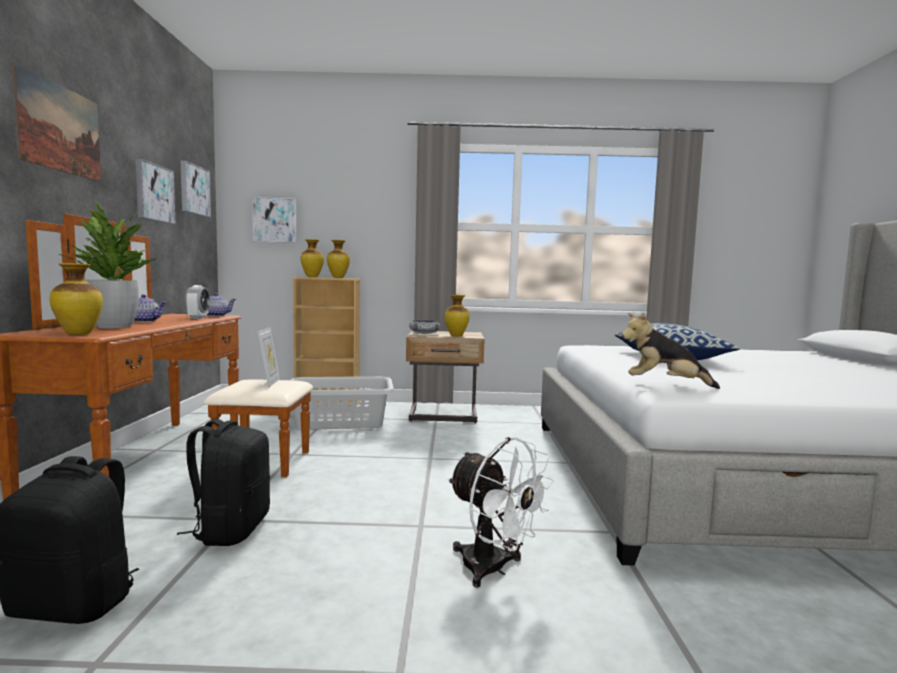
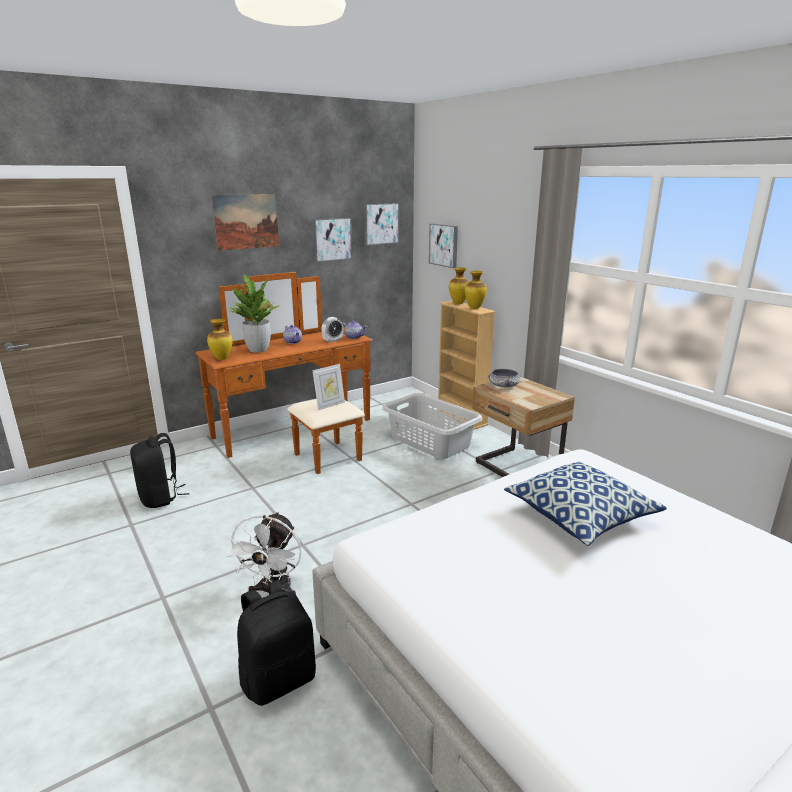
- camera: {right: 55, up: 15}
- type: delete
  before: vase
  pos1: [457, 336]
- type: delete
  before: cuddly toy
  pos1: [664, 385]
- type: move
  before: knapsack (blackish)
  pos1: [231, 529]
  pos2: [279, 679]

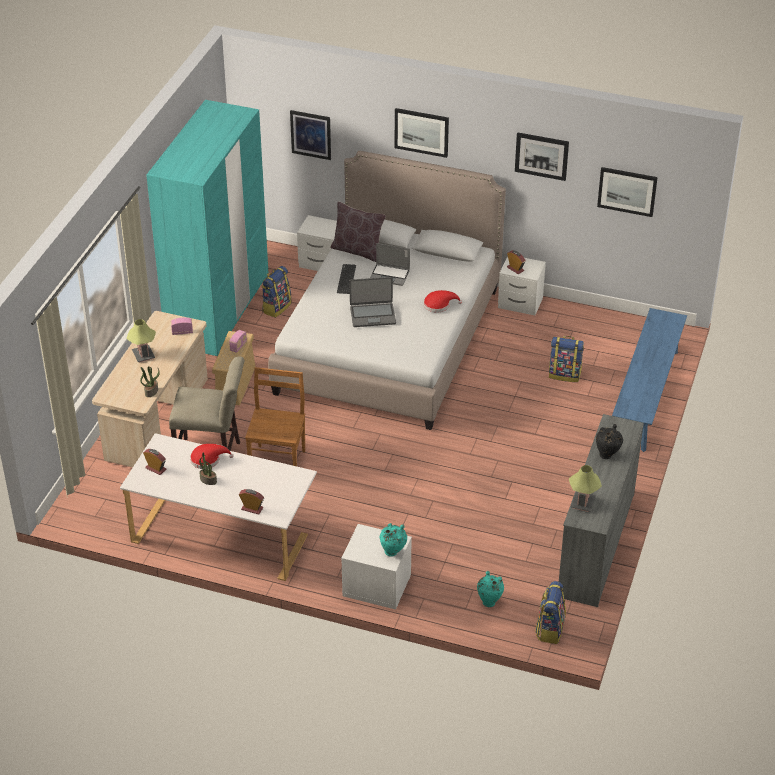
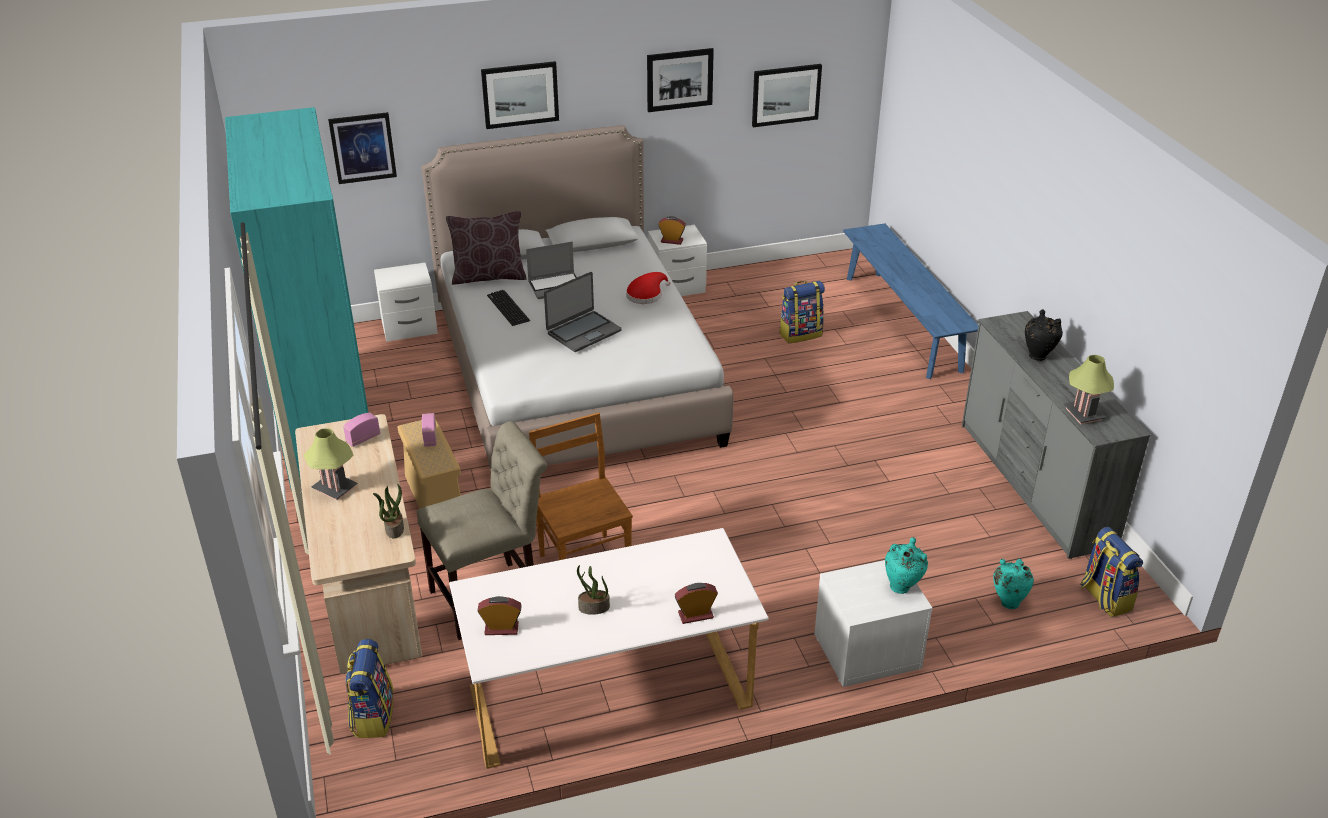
- camera: {right: -35, up: -5}
- type: delete
  before: wearable hat (red-coloured)
  pos1: [208, 459]
- type: move
  before: knapsack
  pos1: [276, 307]
  pos2: [372, 716]

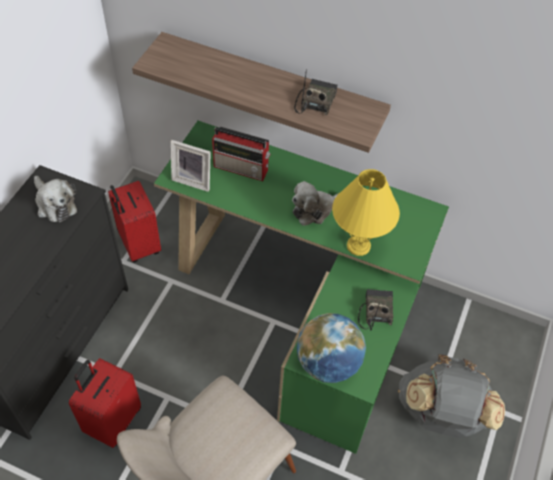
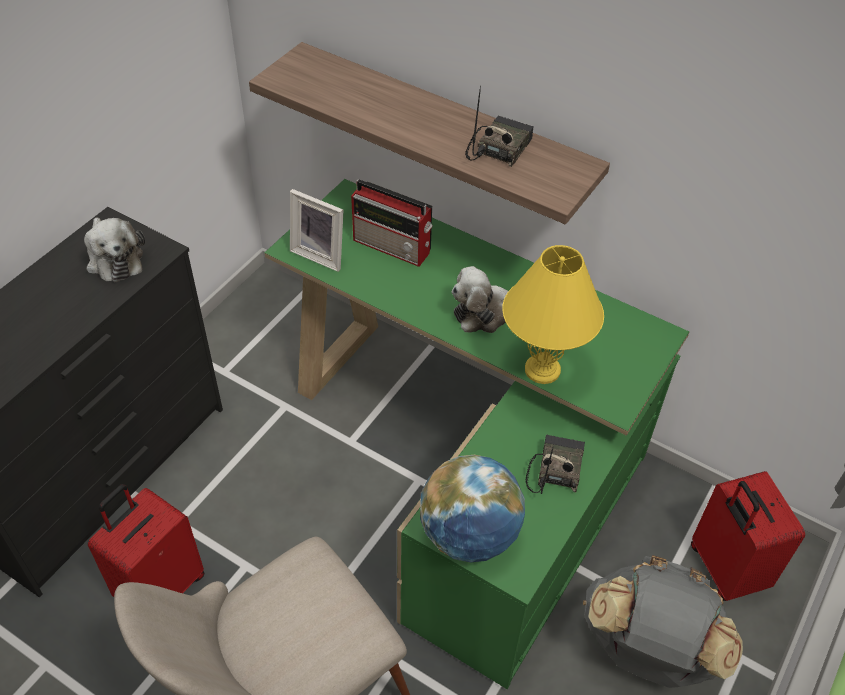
- camera: {right: 10, up: -5}
- type: move
  before: suitcase (red-coloured)
  pos1: [138, 245]
  pos2: [724, 569]

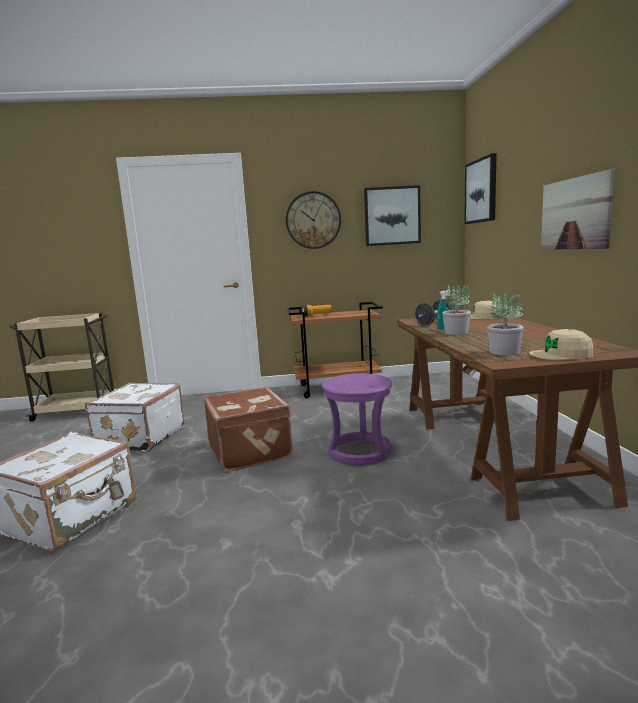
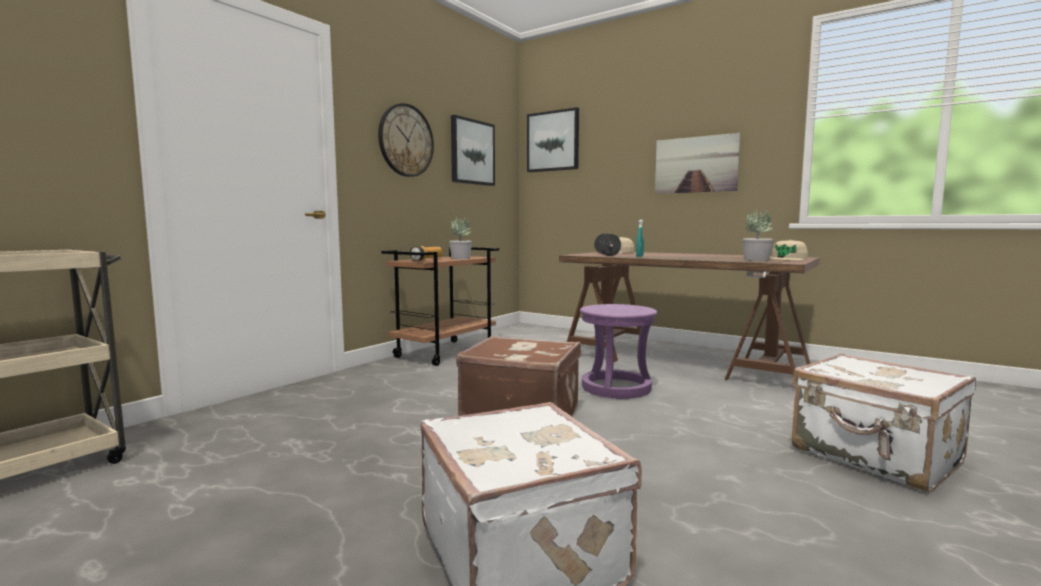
- camera: {right: -50, up: -5}
- type: move
  before: suitcase (whitish)
  pos1: [139, 438]
  pos2: [875, 457]
- type: move
  before: houseplant
  pos1: [456, 332]
  pos2: [461, 258]

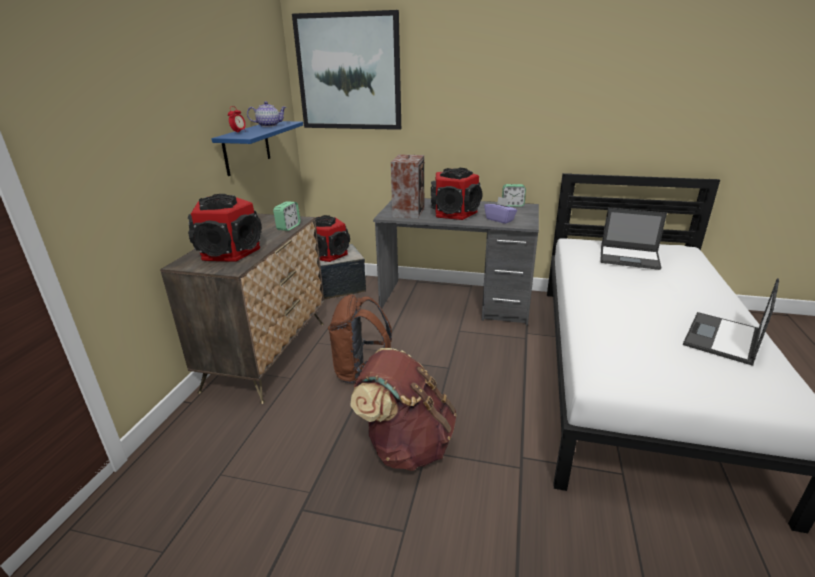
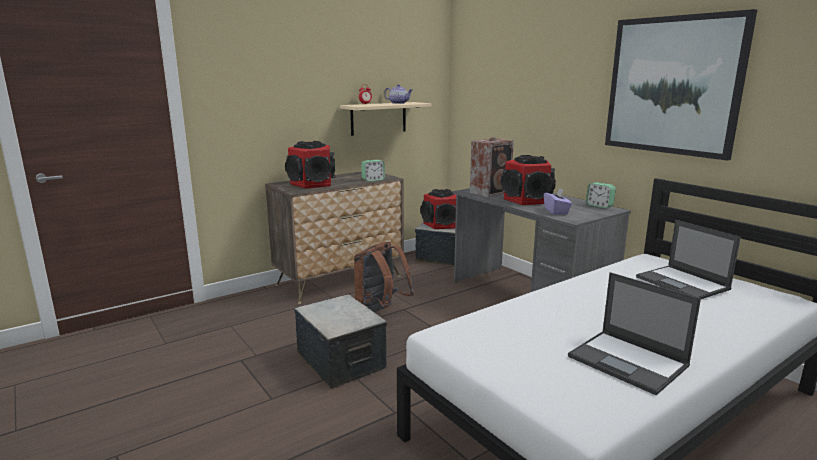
- camera: {right: 40, up: -10}
- type: move
  before: wall picture
  pos1: [349, 72]
  pos2: [673, 86]
- type: replace
  before: knapsack (brownish)
  after: storage container
  pos1: [406, 445]
  pos2: [341, 361]
- type: recolor
  before: shelf (blue)
  after: shelf (beige)
  pos1: [247, 147]
  pos2: [378, 118]
- type: rotate
  before: notebook computer
  pos1: [722, 338]
  pos2: [629, 362]
  turn: -120

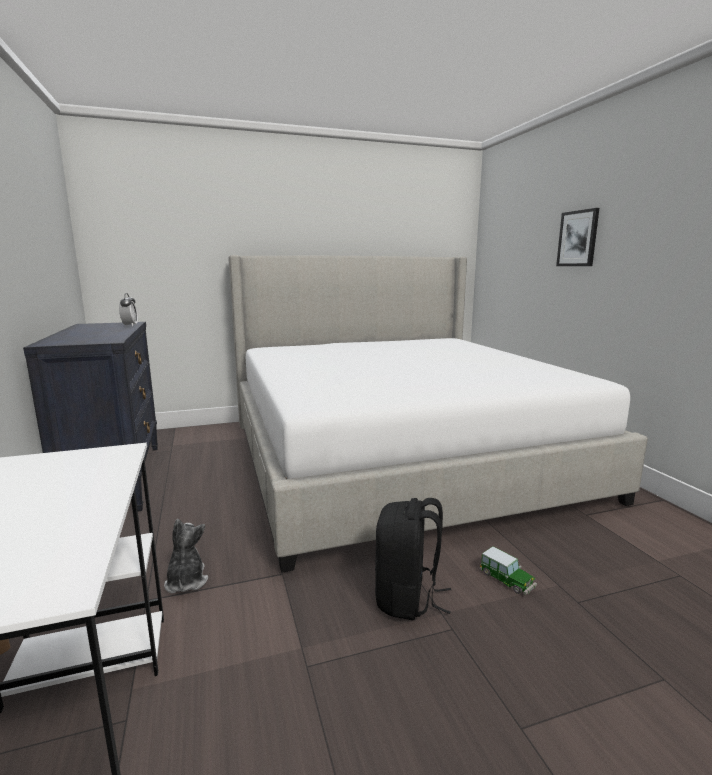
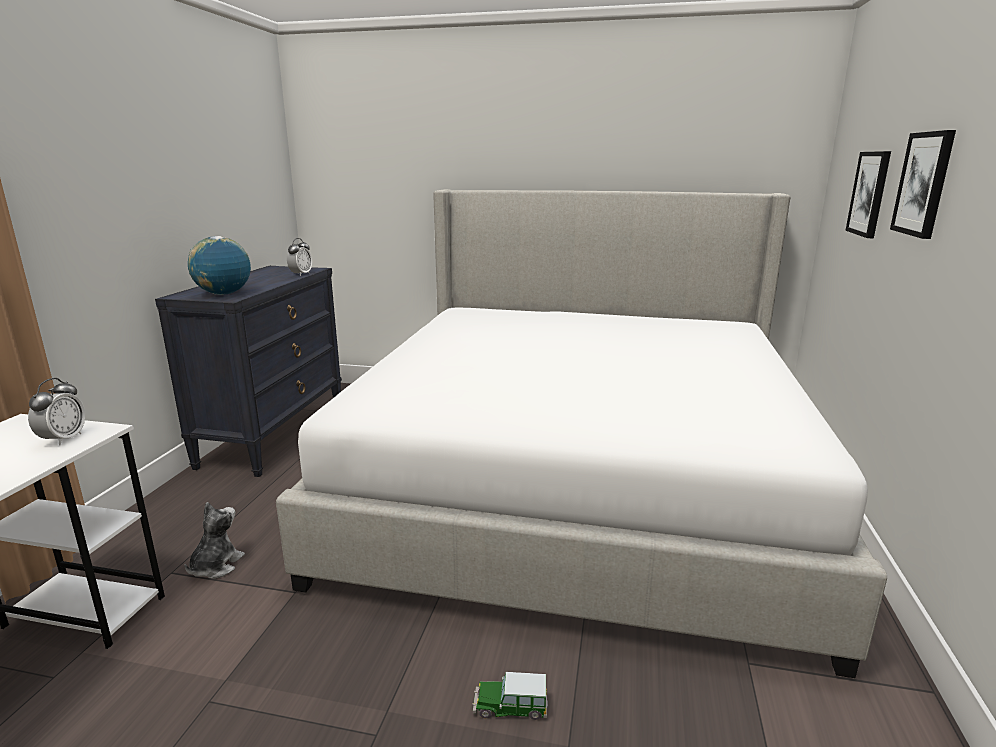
- camera: {right: 30, up: 5}
- type: delete
  before: knapsack (blackish)
  pos1: [407, 598]
- type: insert
  after: table clock
  pos2: [63, 439]
- type: insert
  after: desk globe
  pos2: [224, 294]
- type: insert
  after: wall picture
  pos2: [869, 193]
- type: rotate
  before: toy car
  pos1: [507, 580]
  pos2: [510, 706]
  turn: 105

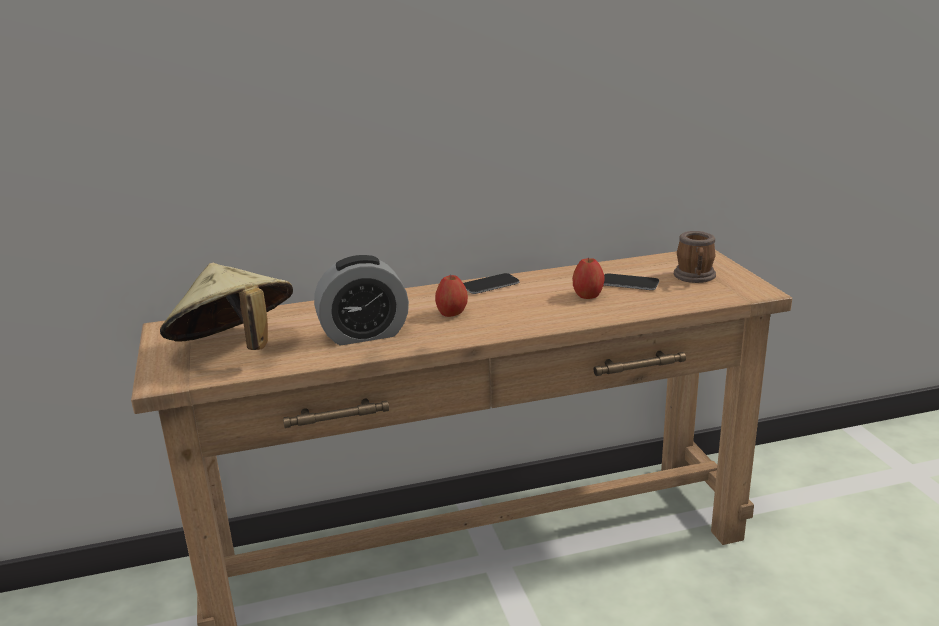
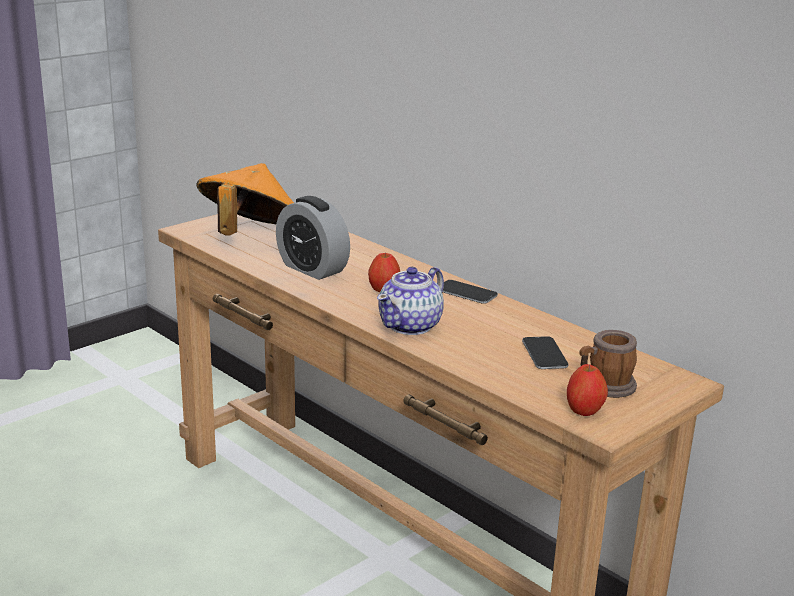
- camera: {right: 60, up: 0}
- type: insert
  after: teapot
  pos2: [411, 325]
- type: move
  before: apple fruit
  pos1: [588, 296]
  pos2: [584, 411]
- type: recolor
  before: wearable hat (beige)
  after: wearable hat (orange-coloured)
  pos1: [234, 350]
  pos2: [250, 236]

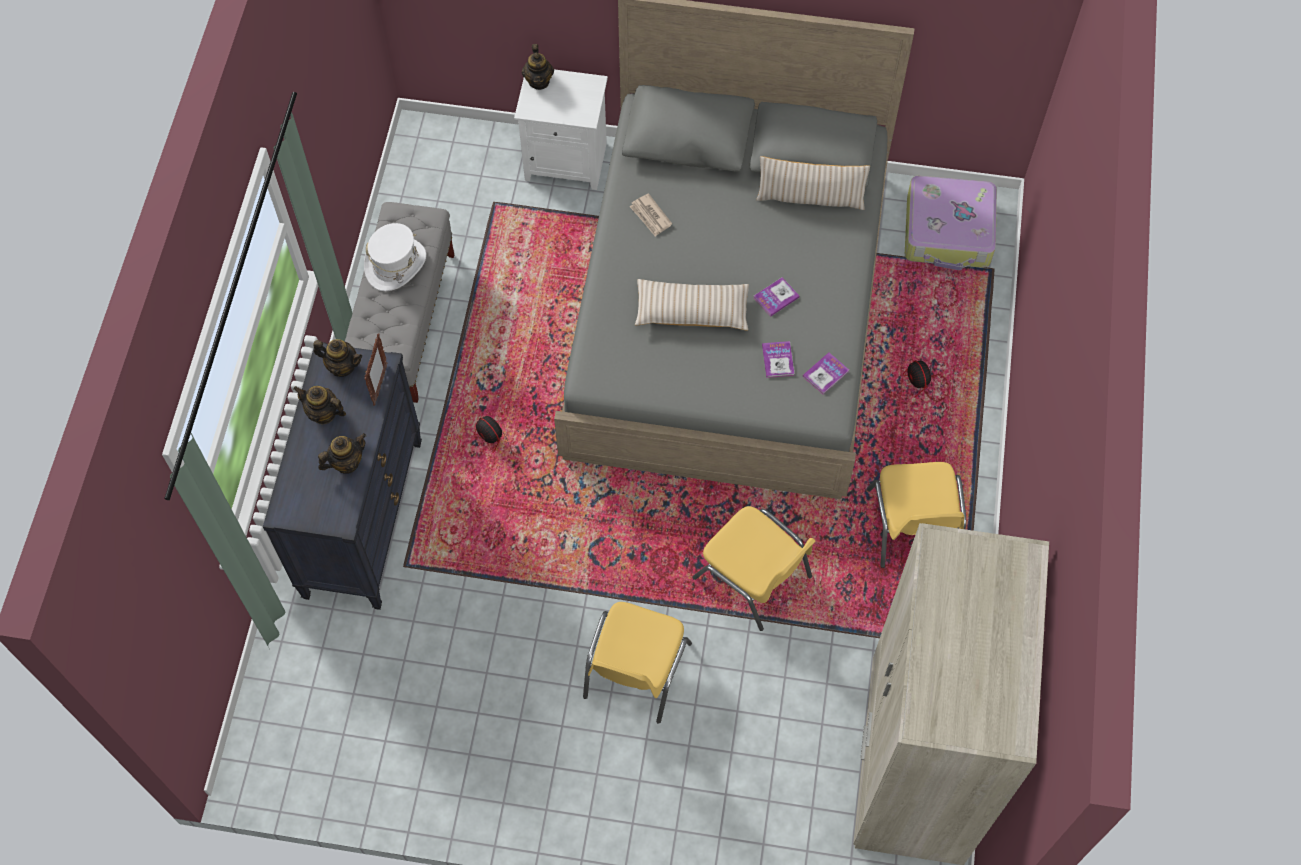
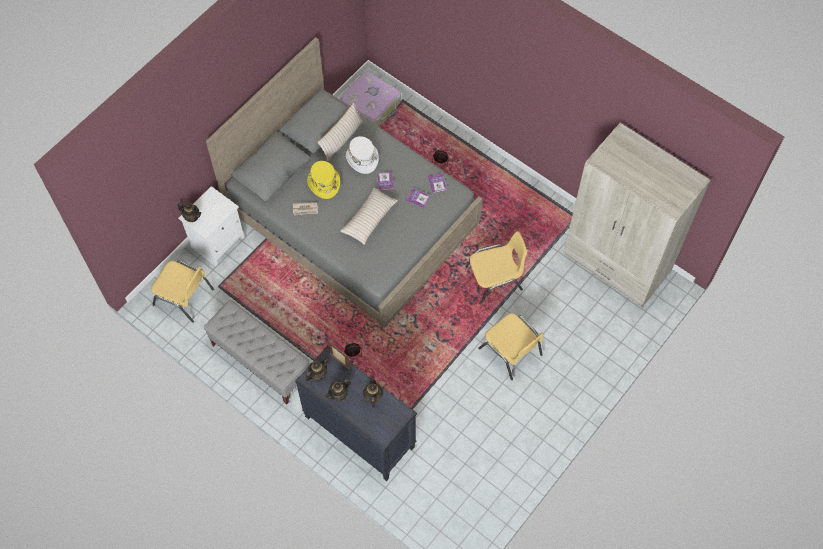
- camera: {right: -60, up: 0}
- type: insert
  after: wearable hat (yellow-coloured)
  pos2: [323, 183]
- type: move
  before: wearable hat (whitish)
  pos1: [396, 265]
  pos2: [362, 159]
- type: move
  before: plain chair (yellow-coloured)
  pos1: [913, 527]
  pos2: [184, 297]

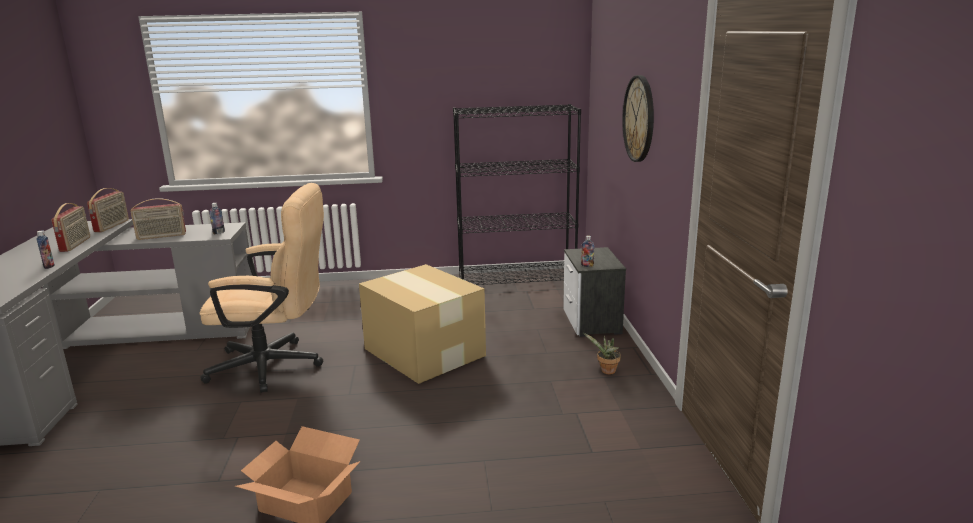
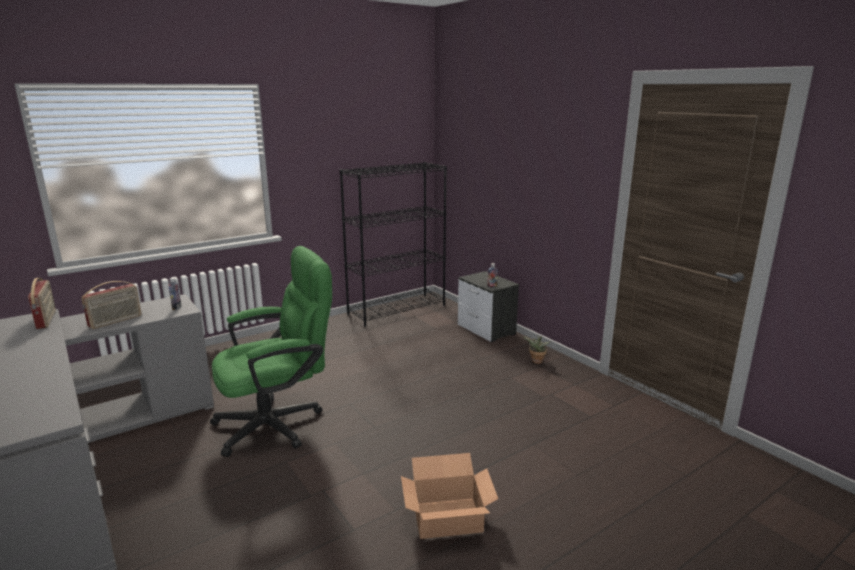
- camera: {right: -30, up: 0}
- type: delete
  before: drink bottle
  pos1: [49, 266]
- type: delete
  before: radio receiver
  pos1: [76, 244]
- type: delete
  before: cardboard box
  pos1: [424, 351]
- type: delete
  before: hanging clock
  pos1: [639, 119]
- type: recolor
  before: computer chair (beige)
  after: computer chair (green)
  pos1: [276, 366]
  pos2: [279, 423]

